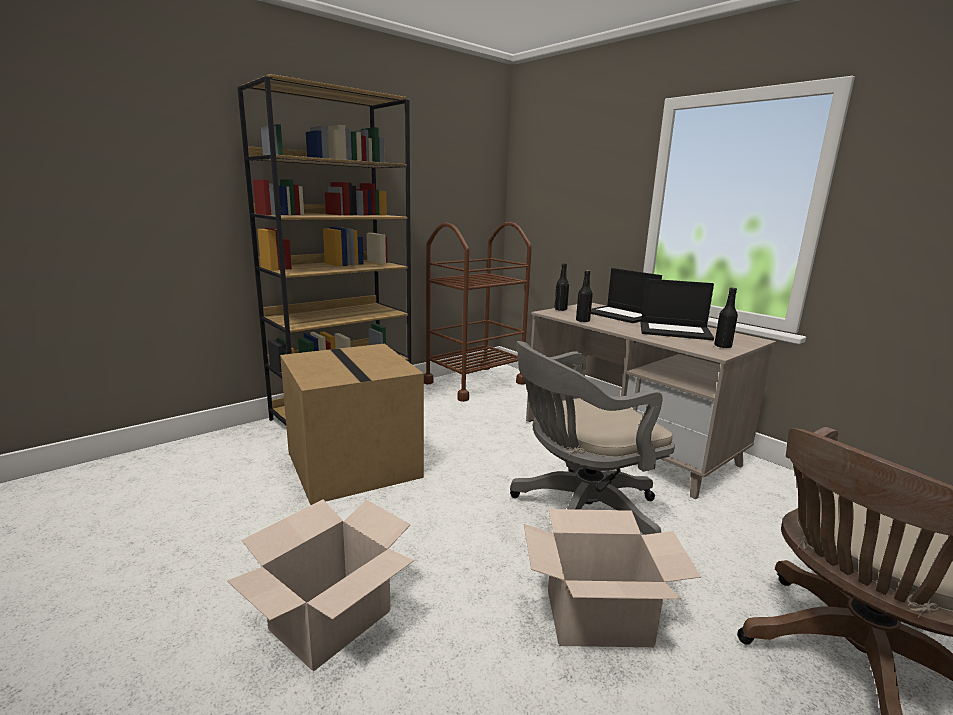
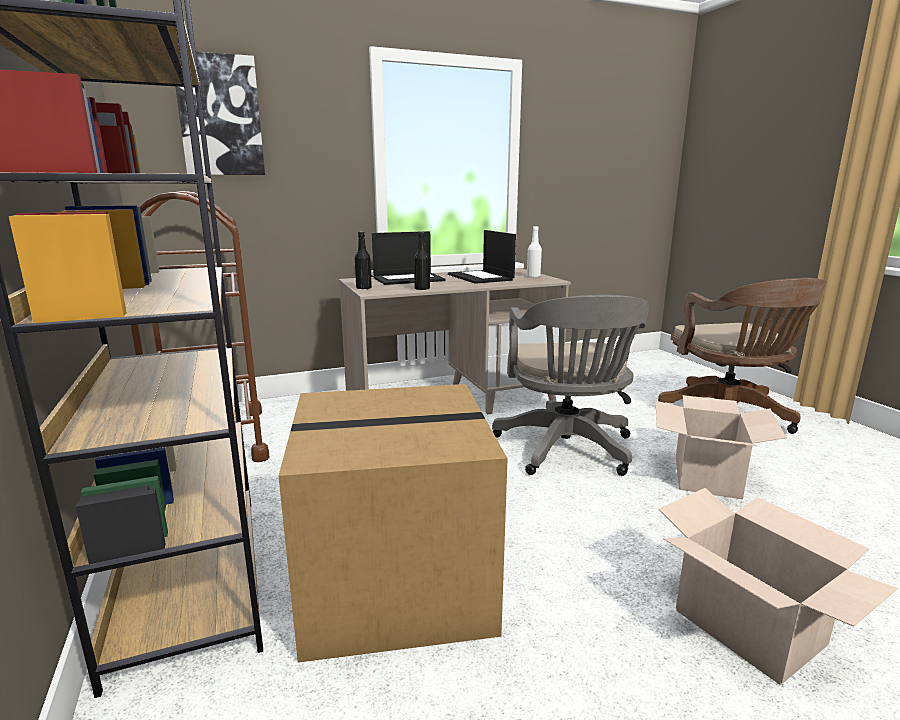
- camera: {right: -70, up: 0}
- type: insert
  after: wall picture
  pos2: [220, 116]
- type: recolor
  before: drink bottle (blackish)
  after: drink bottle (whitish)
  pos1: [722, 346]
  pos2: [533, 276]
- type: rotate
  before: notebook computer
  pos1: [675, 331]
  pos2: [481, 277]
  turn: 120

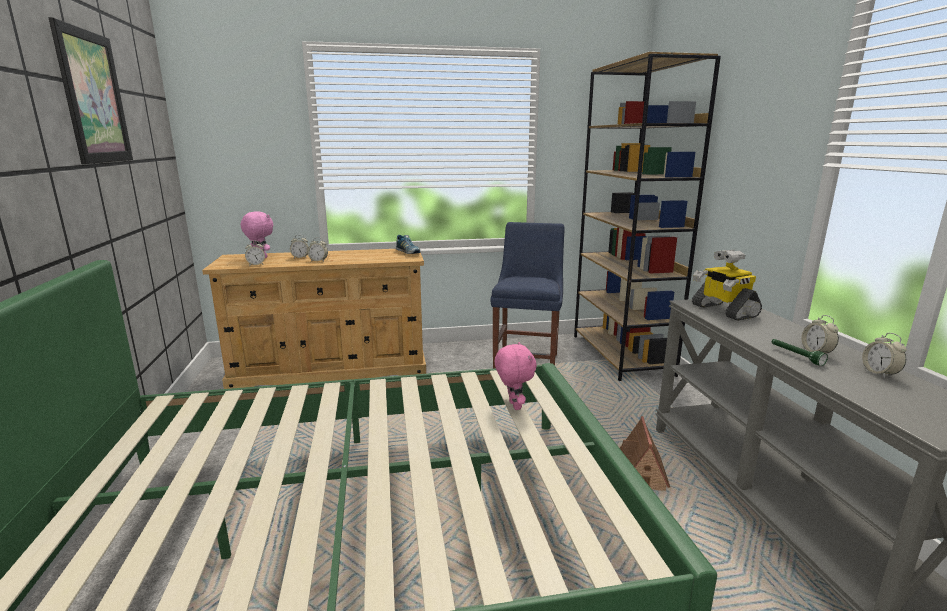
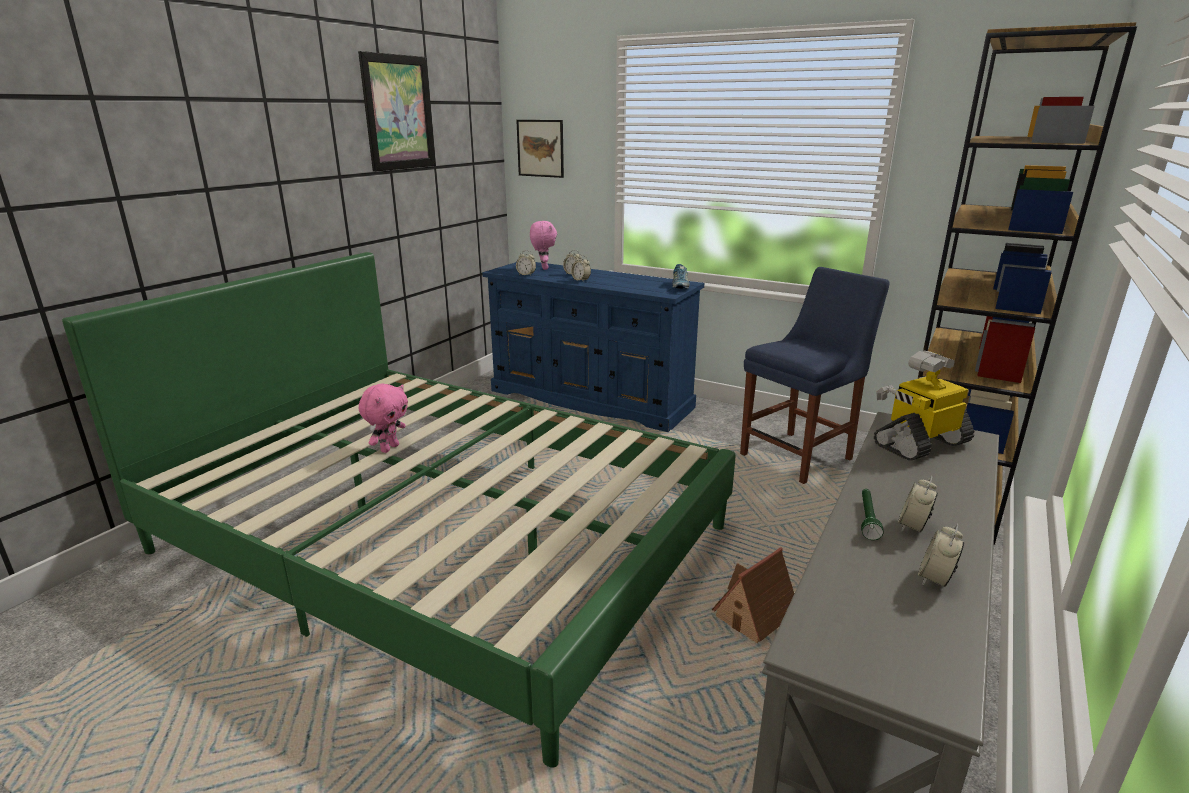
- camera: {right: 40, up: 5}
- type: insert
  after: wall picture
  pos2: [540, 148]
- type: move
  before: cuddly toy (pink)
  pos1: [513, 405]
  pos2: [389, 448]
- type: recolor
  before: dresser (beige)
  after: dresser (blue)
  pos1: [332, 370]
  pos2: [591, 399]
- type: rotate
  before: toy robot
  pos1: [723, 310]
  pos2: [920, 443]
  turn: 45

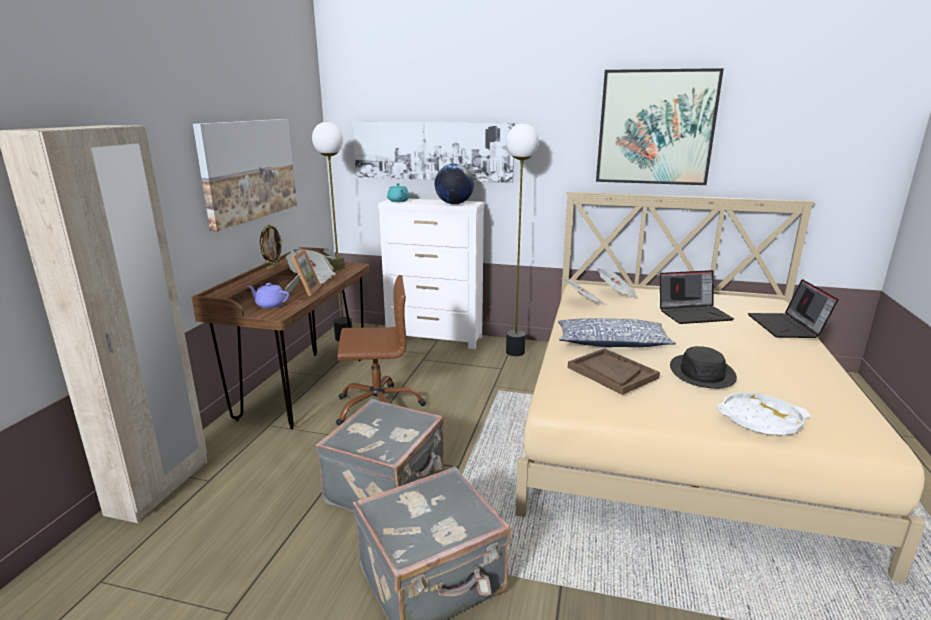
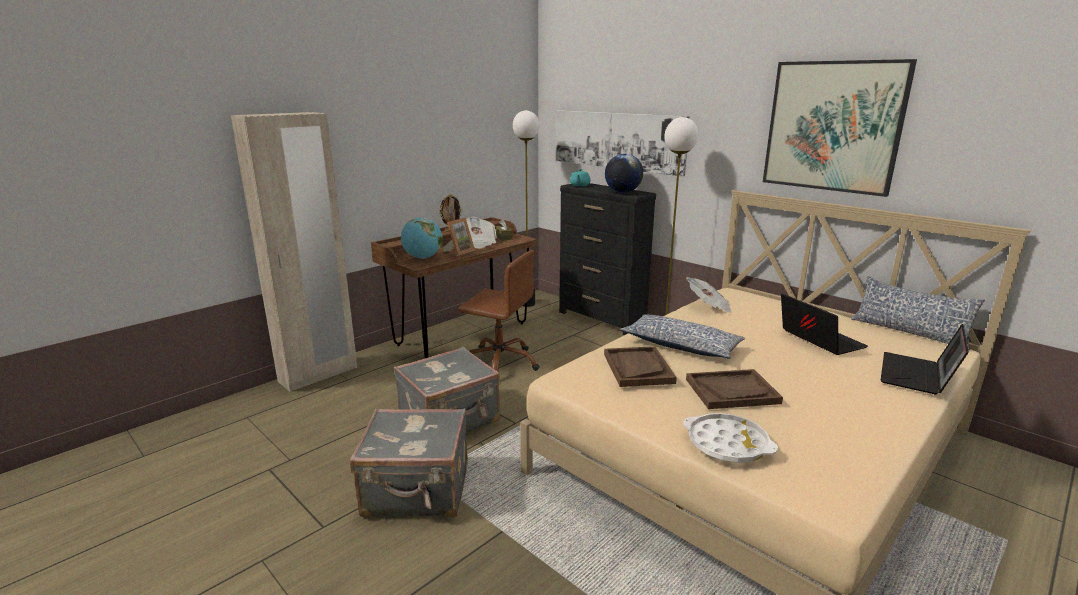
- camera: {right: 30, up: 0}
- type: delete
  before: wall picture
  pos1: [248, 170]
- type: delete
  before: newspaper
  pos1: [617, 294]
- type: insert
  after: cushion
  pos2: [908, 332]
- type: replace
  before: teapot (purple)
  after: desk globe
  pos1: [270, 305]
  pos2: [423, 258]
- type: replace
  before: wearable hat (blackish)
  after: serving tray (brownish)
  pos1: [702, 372]
  pos2: [732, 391]
- type: recolor
  before: dresser (whitish)
  after: dresser (blackish)
  pos1: [435, 338]
  pos2: [601, 320]
- type: rotate
  before: notebook computer
  pos1: [694, 314]
  pos2: [818, 340]
  turn: -135

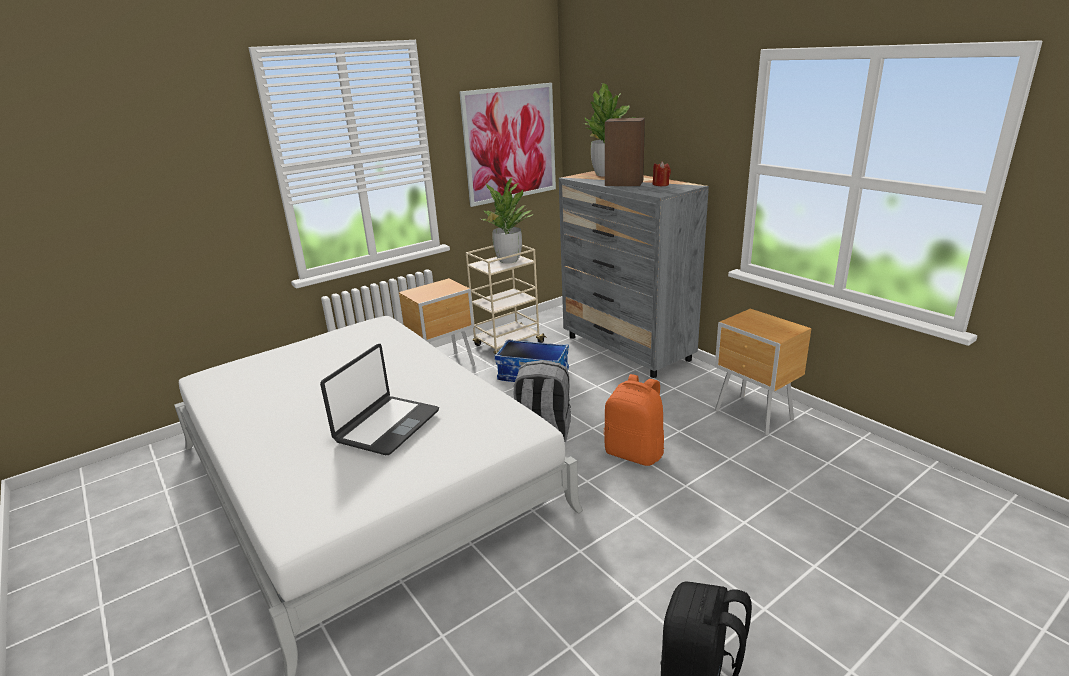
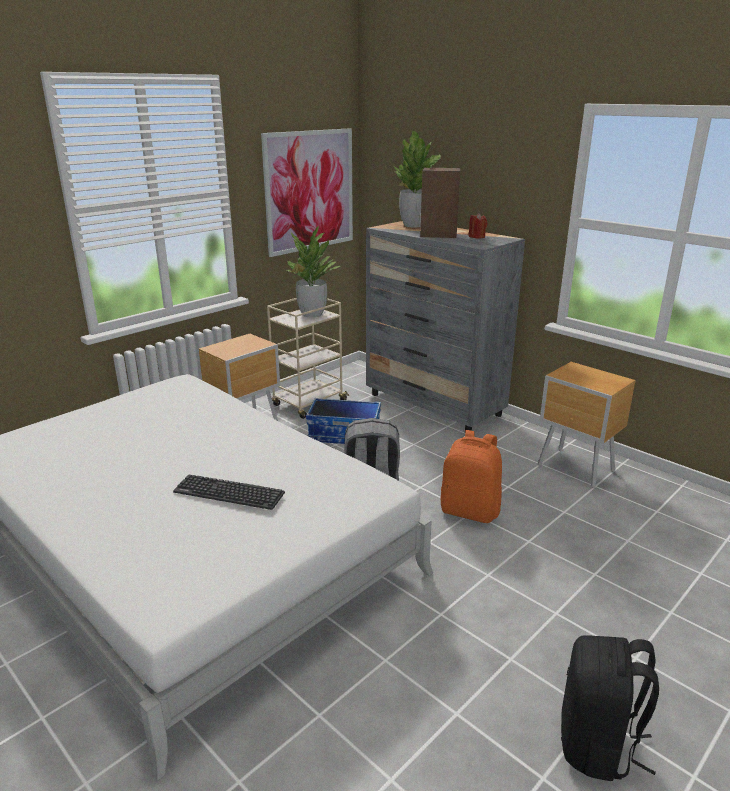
- camera: {right: -10, up: 0}
- type: replace
  before: notebook computer
  after: keyboard
  pos1: [386, 426]
  pos2: [229, 493]

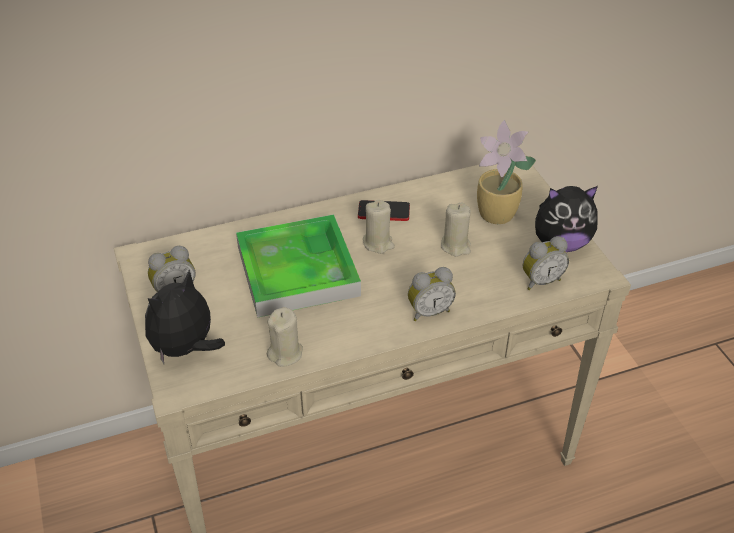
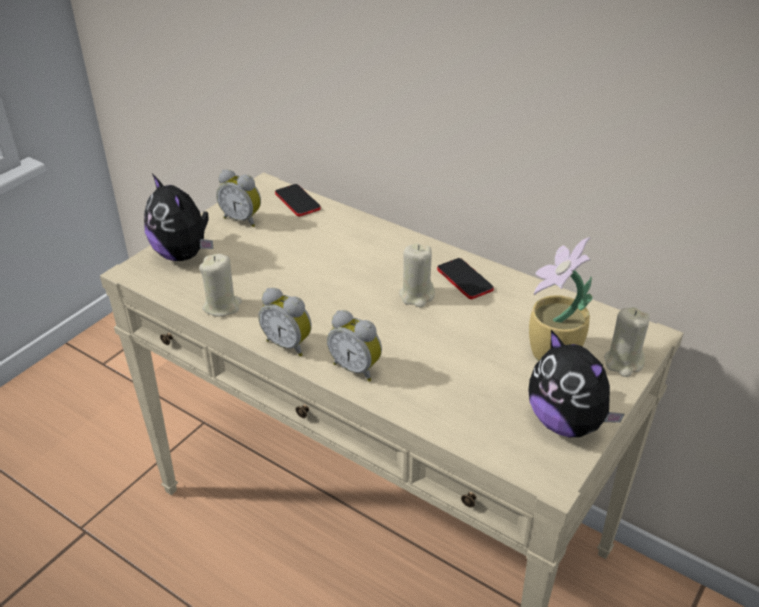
- camera: {right: 55, up: -5}
- type: delete
  before: serving tray
  pos1: [297, 271]
- type: insert
  after: handset
  pos2: [297, 201]
- type: move
  before: candle (beige)
  pos1: [456, 246]
  pos2: [623, 362]
- type: move
  before: table clock
  pos1: [540, 280]
  pos2: [289, 344]
- type: rotate
  before: cuddly toy
  pos1: [186, 348]
  pos2: [183, 254]
  turn: -135

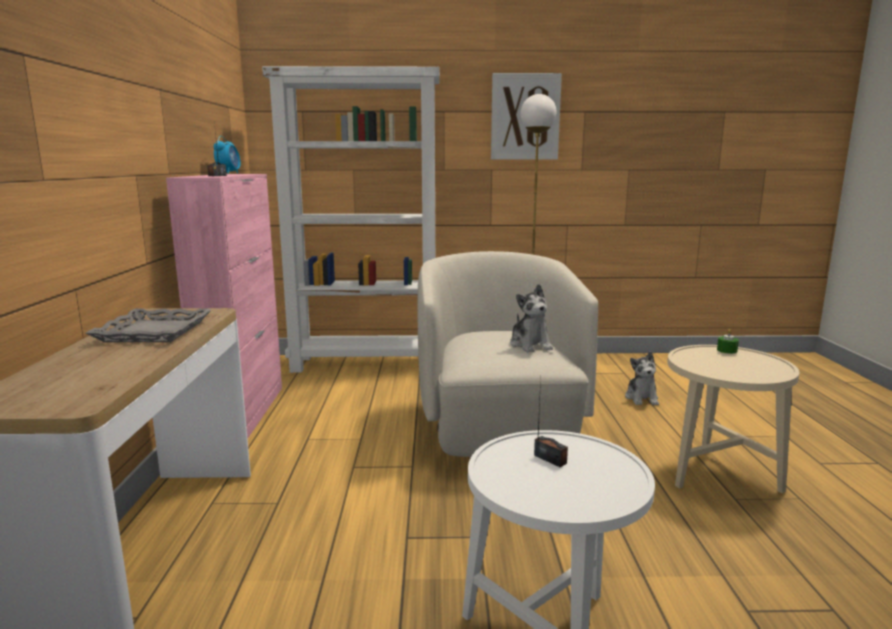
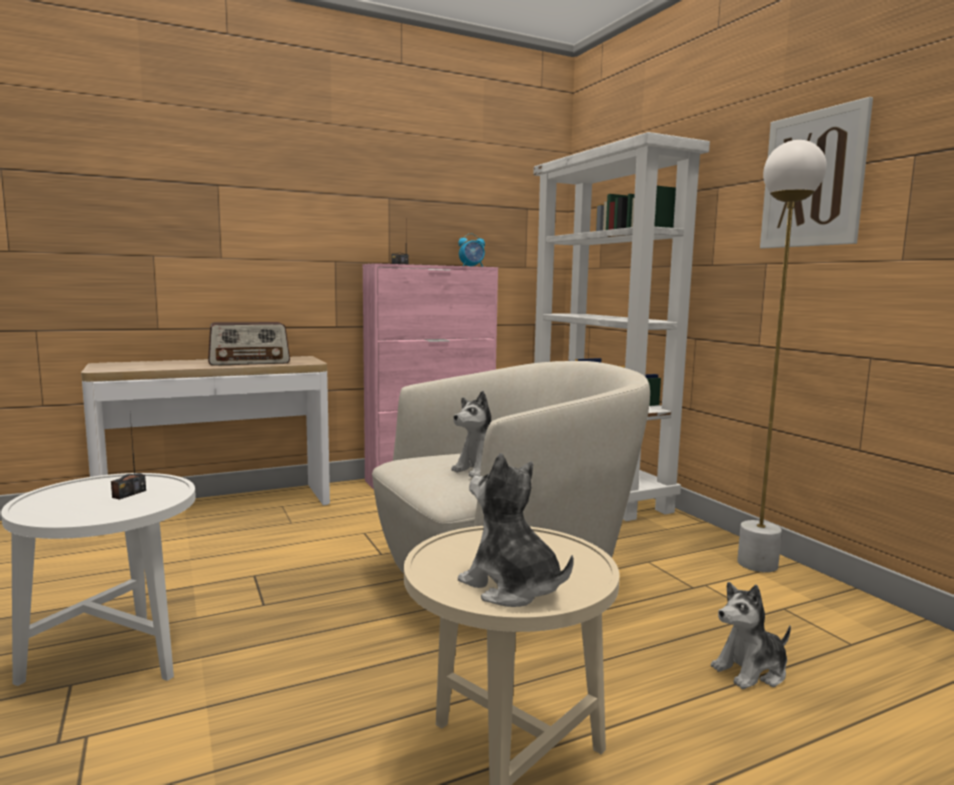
- camera: {right: 65, up: -5}
- type: delete
  before: candle (green)
  pos1: [727, 350]
- type: insert
  after: cuddly toy
  pos2: [511, 587]
- type: replace
  before: serving tray (greyish)
  after: radio receiver
  pos1: [153, 332]
  pos2: [249, 362]

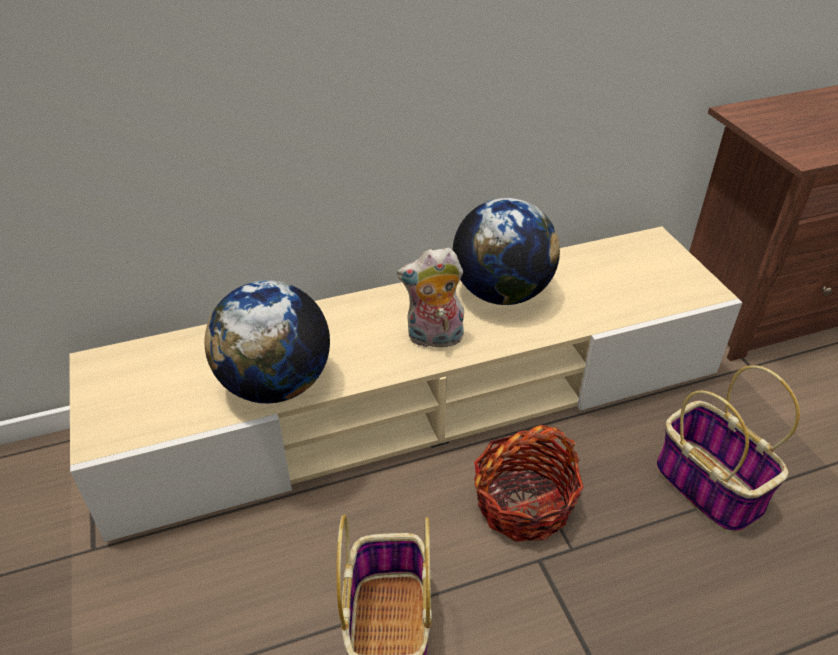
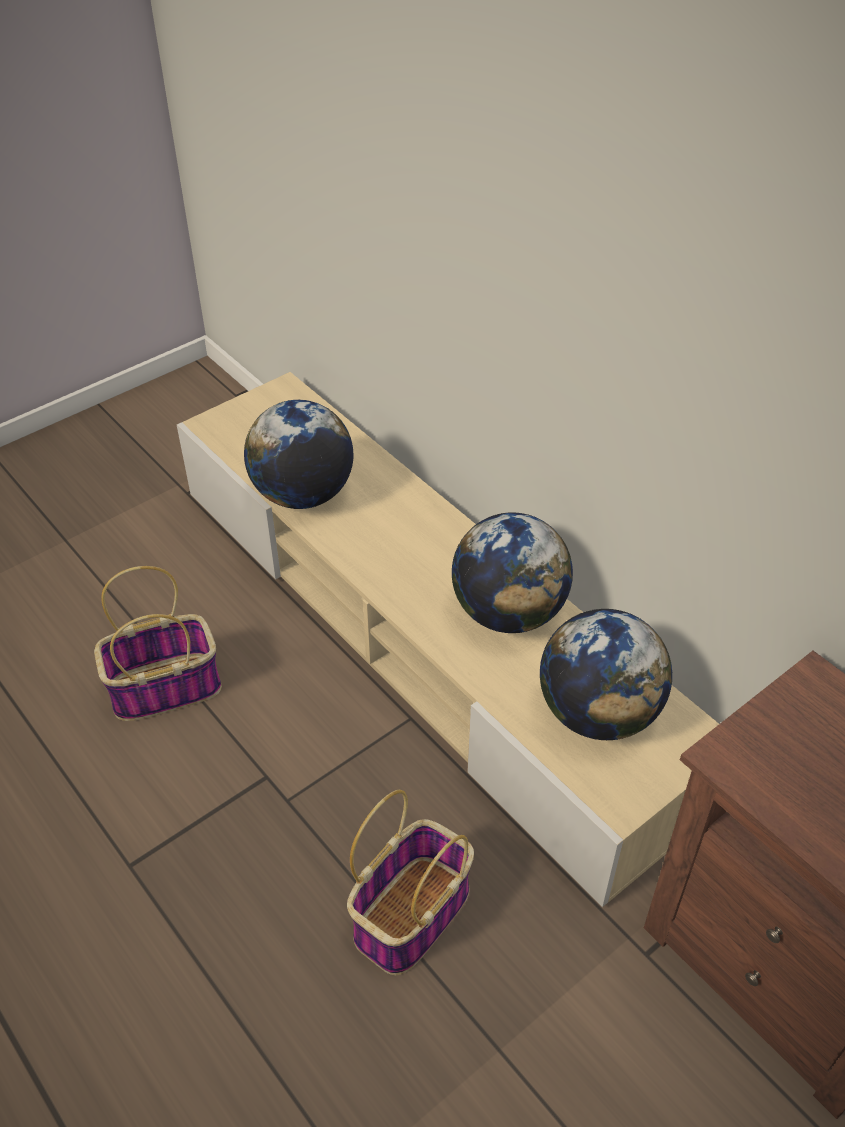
- camera: {right: 70, up: 5}
- type: delete
  before: cuddly toy
  pos1: [434, 339]
- type: delete
  before: storage basket
  pos1: [523, 504]
- type: insert
  after: desk globe
  pos2: [598, 712]

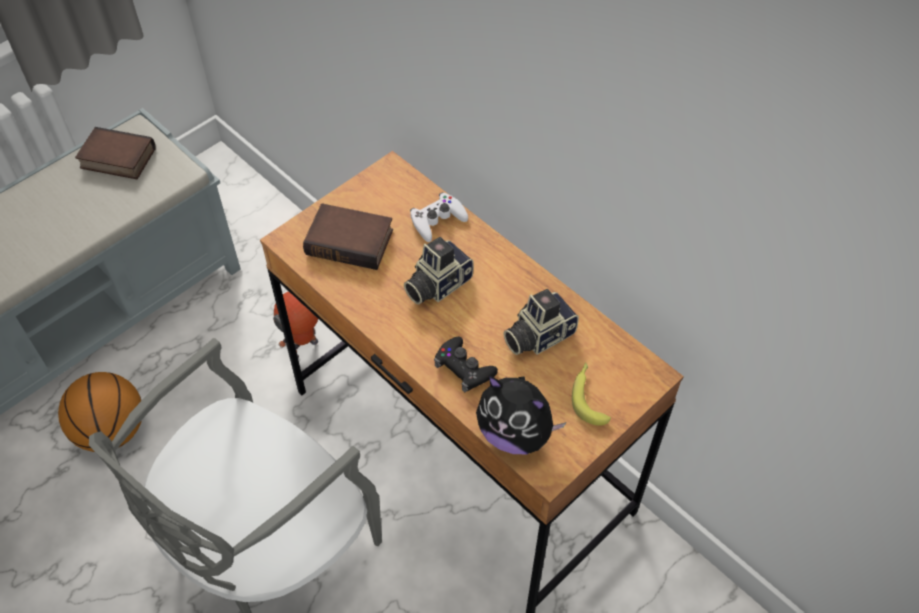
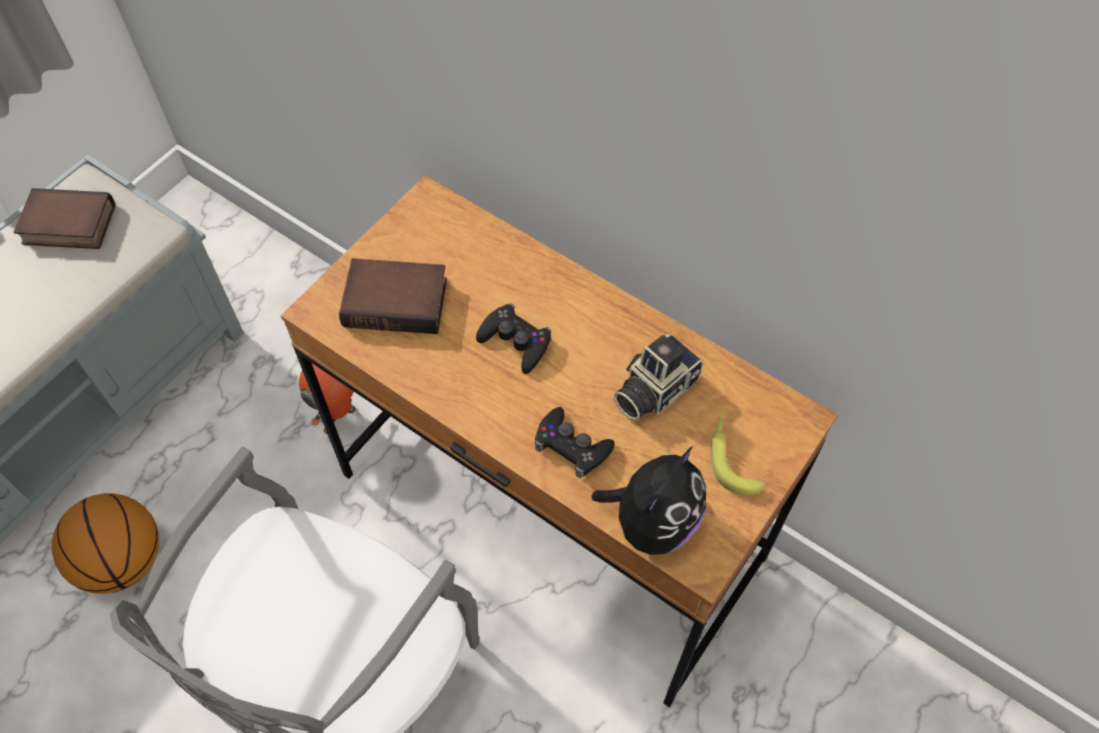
- camera: {right: -10, up: 5}
- type: delete
  before: joypad (whitish)
  pos1: [437, 220]
- type: replace
  before: still camera
  after: joypad (blackish)
  pos1: [436, 284]
  pos2: [515, 342]
- type: rotate
  before: cuddly toy
  pos1: [515, 433]
  pos2: [652, 521]
  turn: -75

